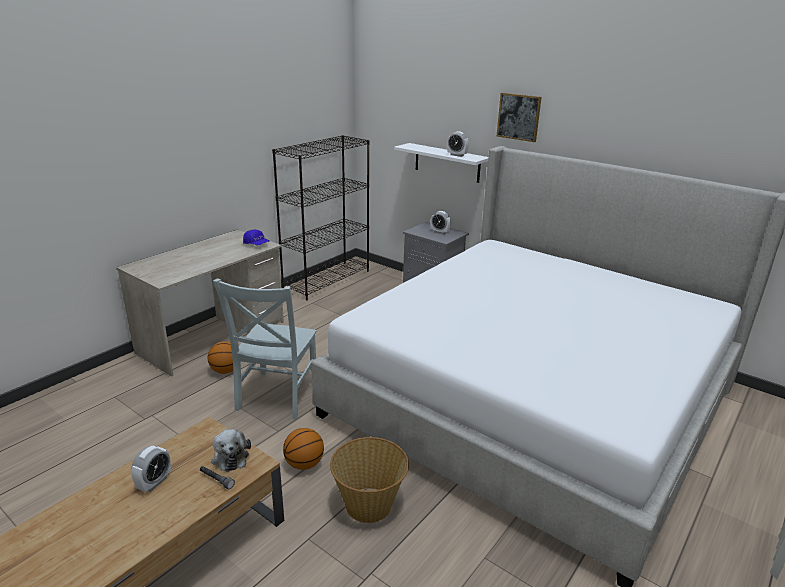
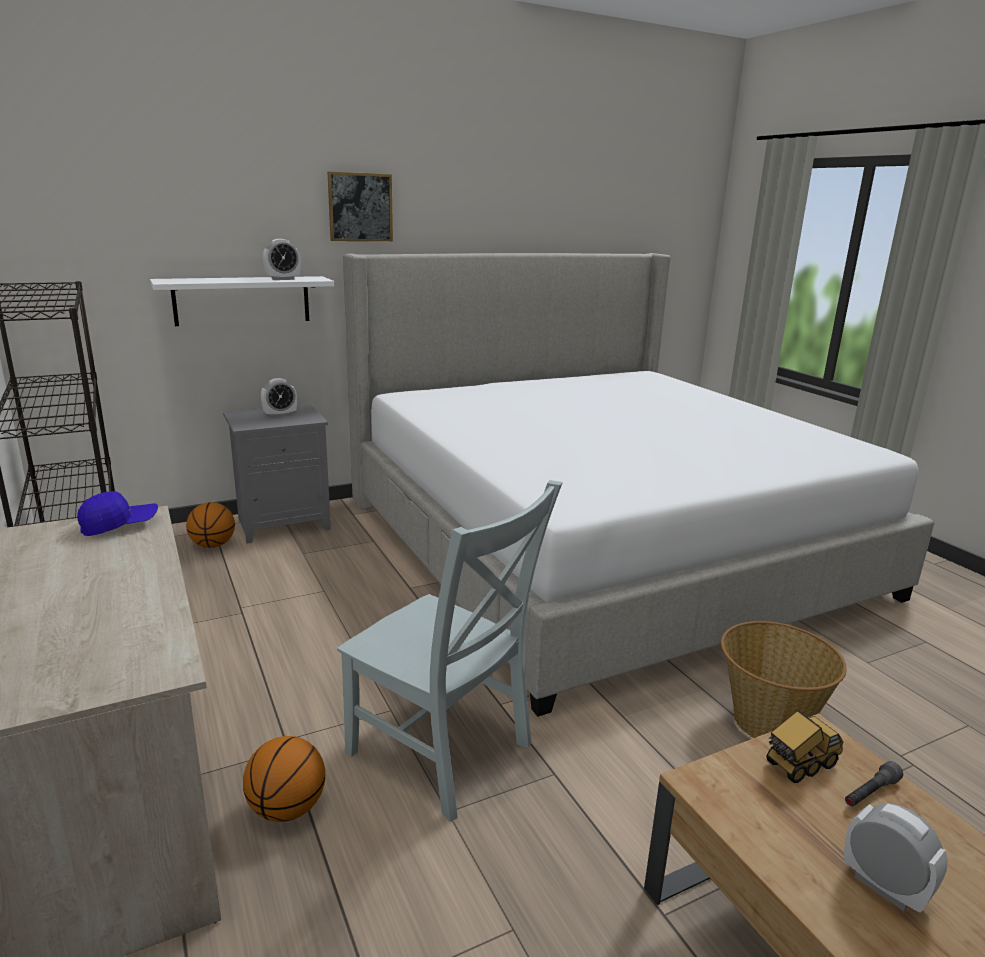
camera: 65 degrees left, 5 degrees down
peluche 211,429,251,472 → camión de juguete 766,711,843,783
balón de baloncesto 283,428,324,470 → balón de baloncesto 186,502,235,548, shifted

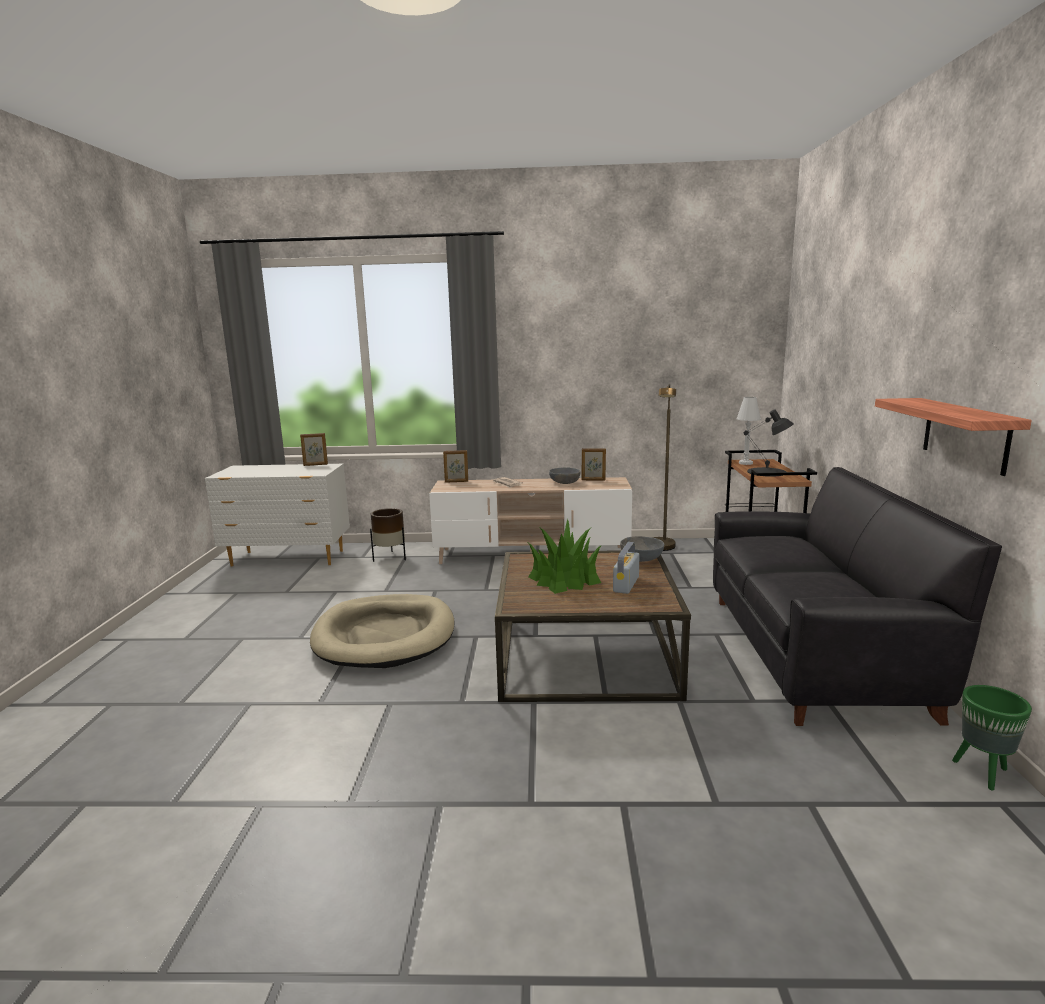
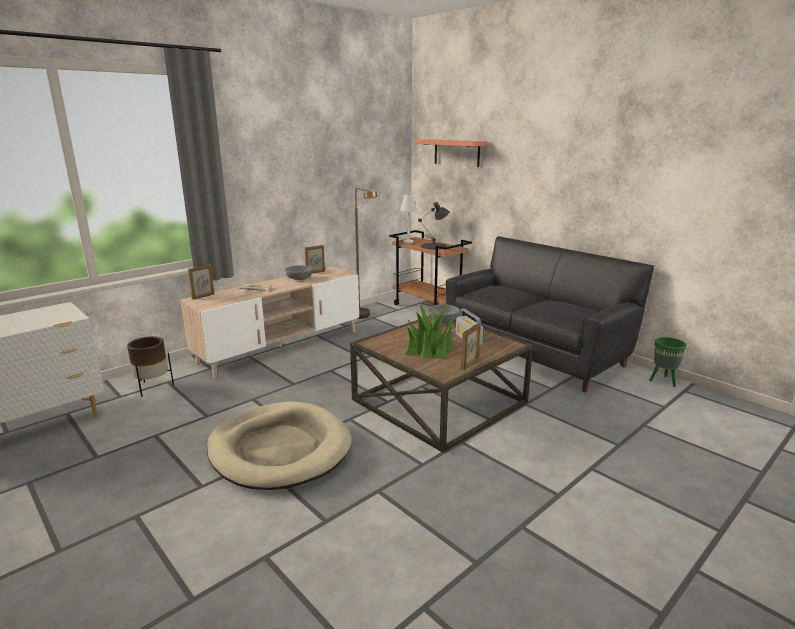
camera: 45 degrees left, 5 degrees up
portarretratos 300,433,328,466 → portarretratos 461,324,480,370, shifted
estante 875,398,1032,476 → estante 414,139,488,167, shifted

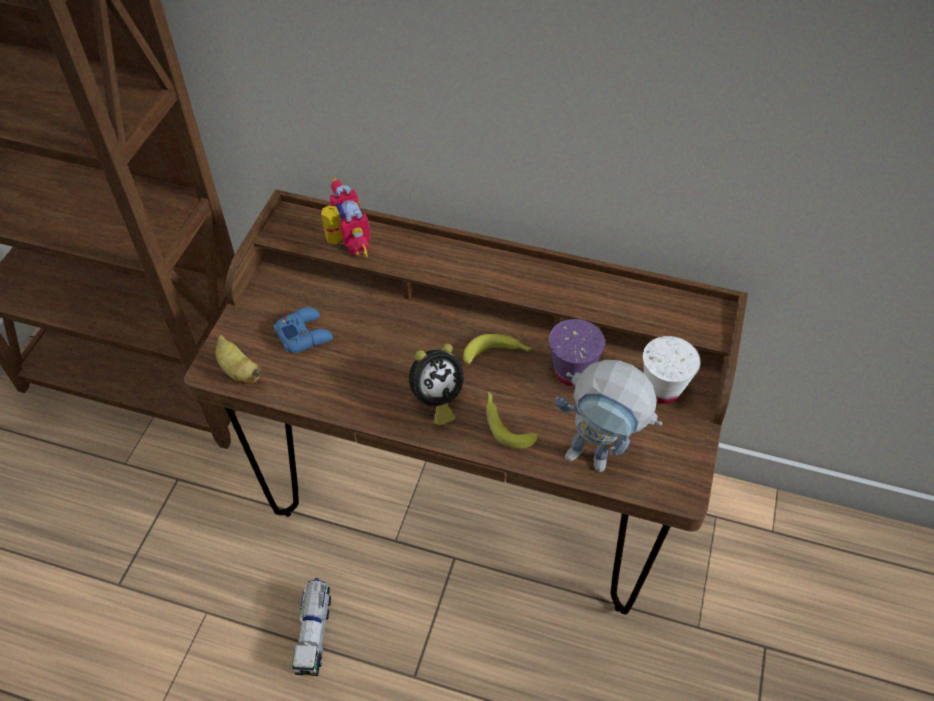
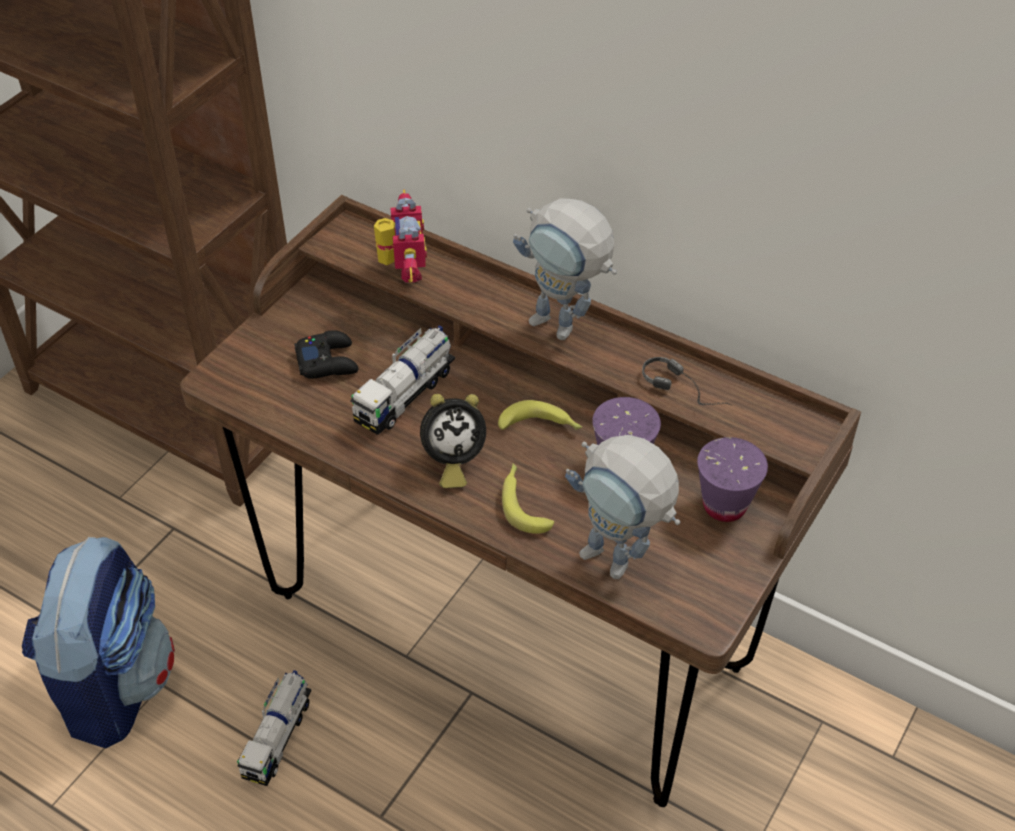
camera: 15 degrees right, 5 degrees down
plátano 215,335,262,384 → -
mando de consola/azul 274,307,333,353 → mando de consola/negro 294,330,358,379
taza/blanco 643,336,701,404 → taza/morado 697,437,768,522
- → mochila 22,537,175,748
- → camión de juguete 351,325,455,435
- → robot de juguete 513,198,617,340
- → auriculares 642,357,731,405

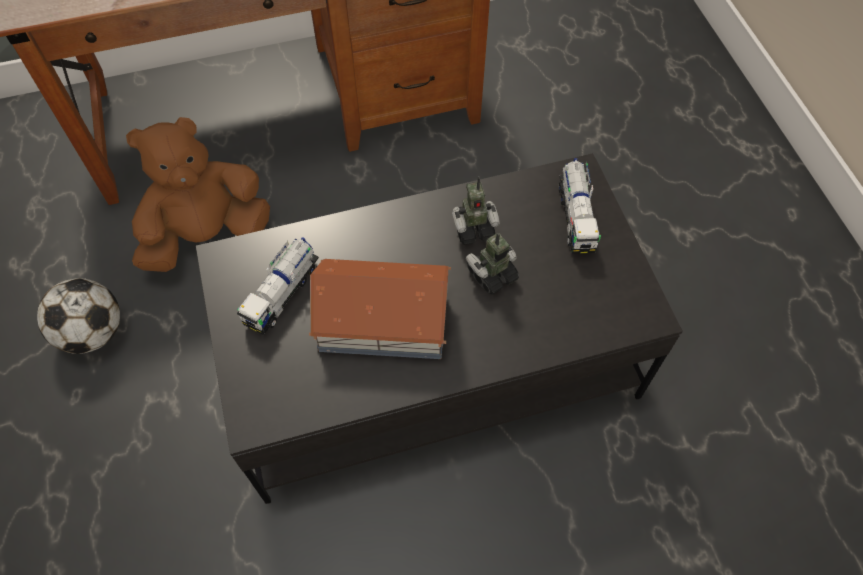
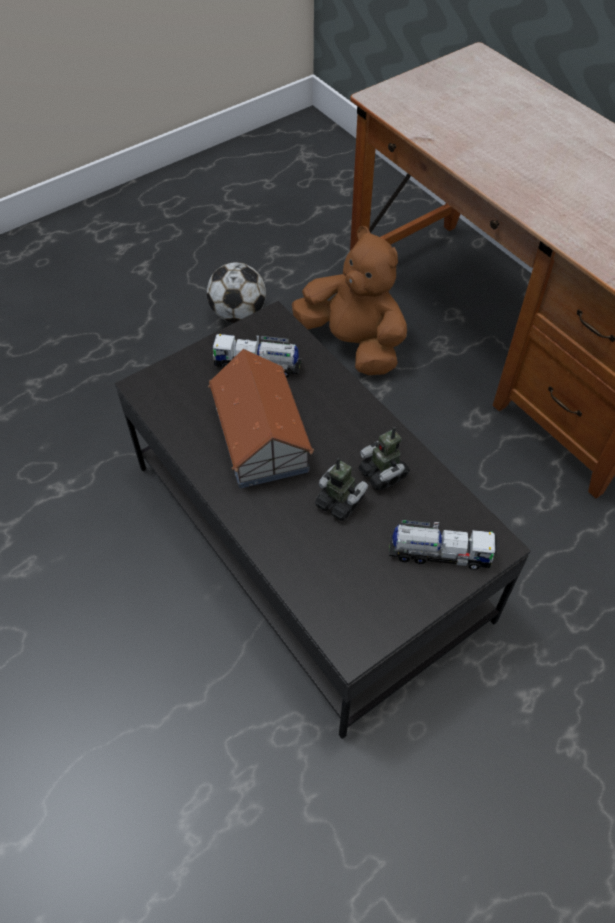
camera: 70 degrees right, 5 degrees down
camión de juguete 559,158,601,254 → camión de juguete 389,520,497,570, 150 degrees counterclockwise

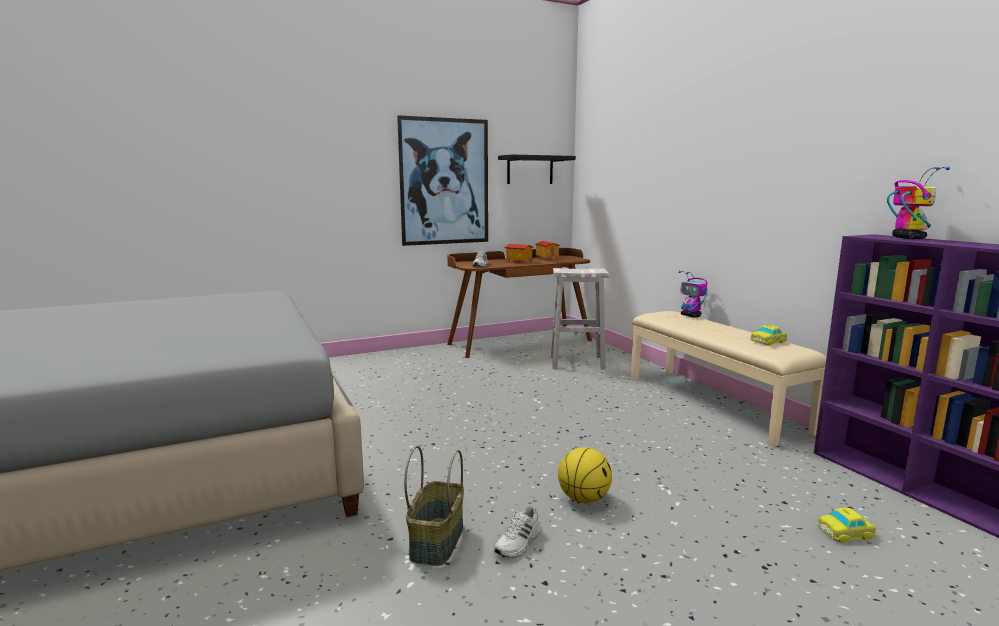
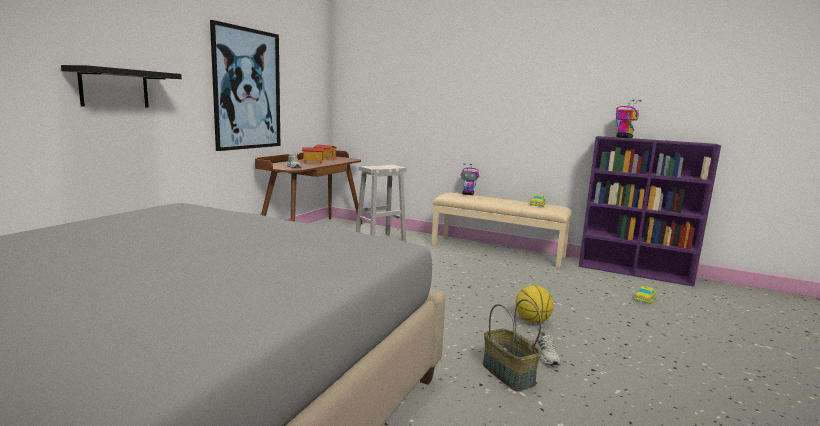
camera: 40 degrees left, 0 degrees up
estante/negro 498,154,576,184 → estante/negro 61,65,182,108, shifted

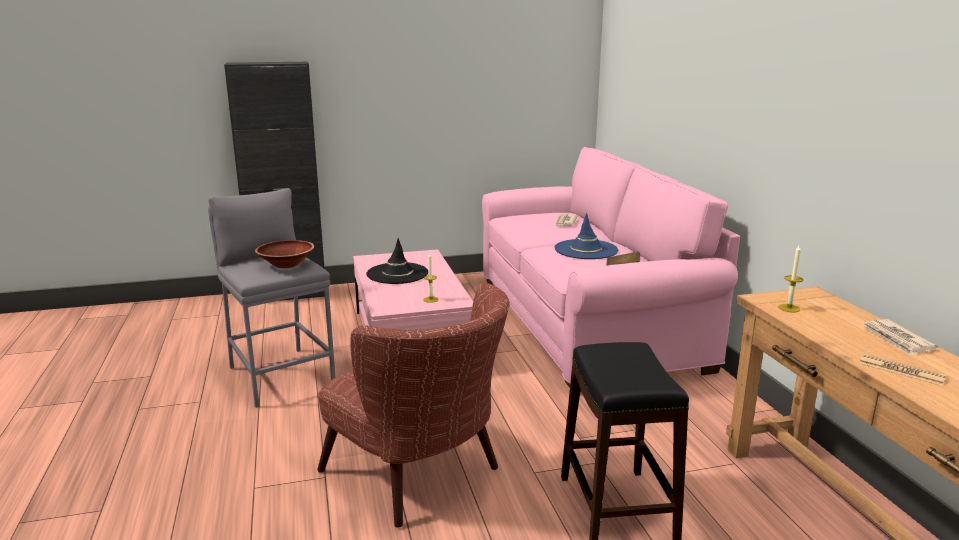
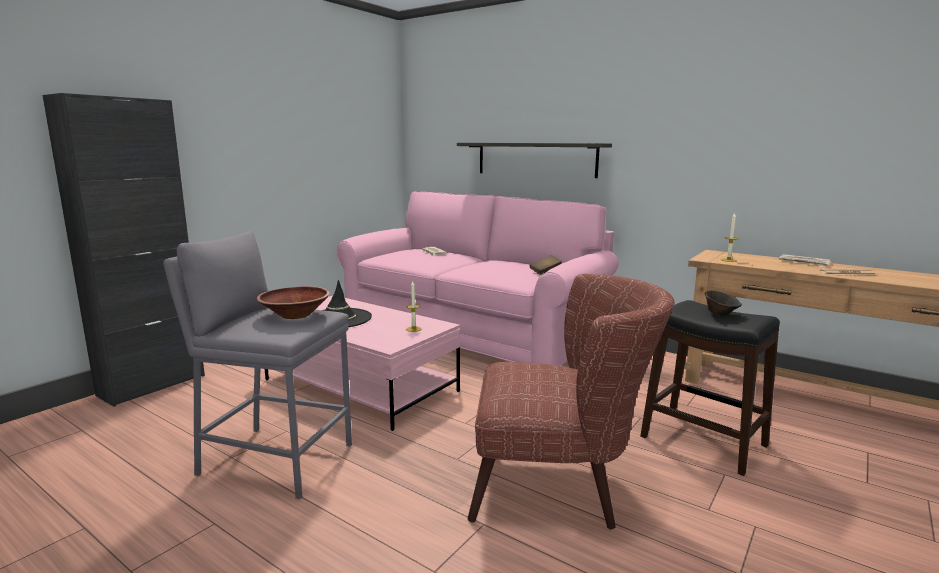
camera: 40 degrees left, 5 degrees down
sombrero/azul 554,213,618,259 → -
- → estante 457,143,612,178
- → cuenco/marrón 705,290,742,316

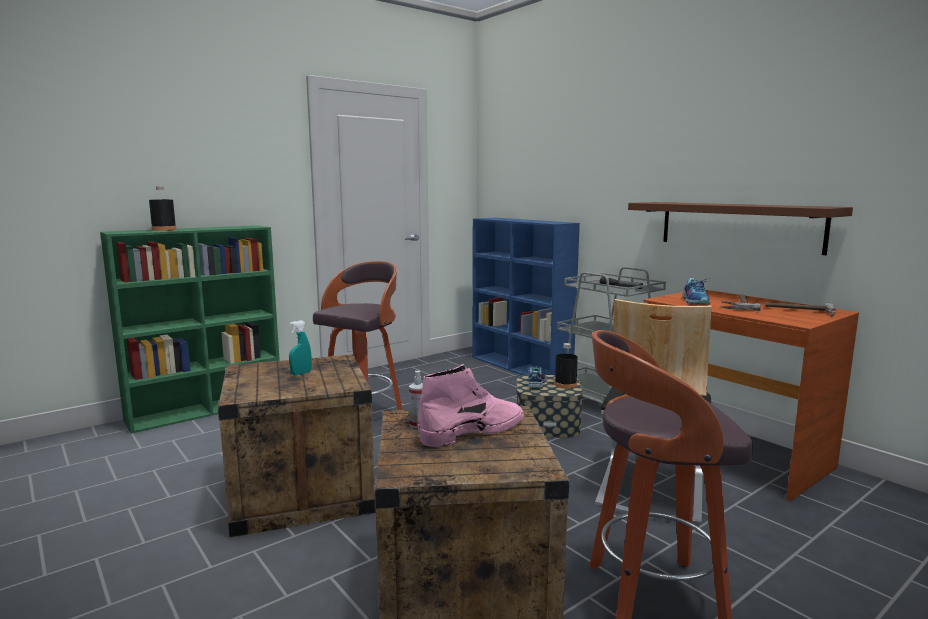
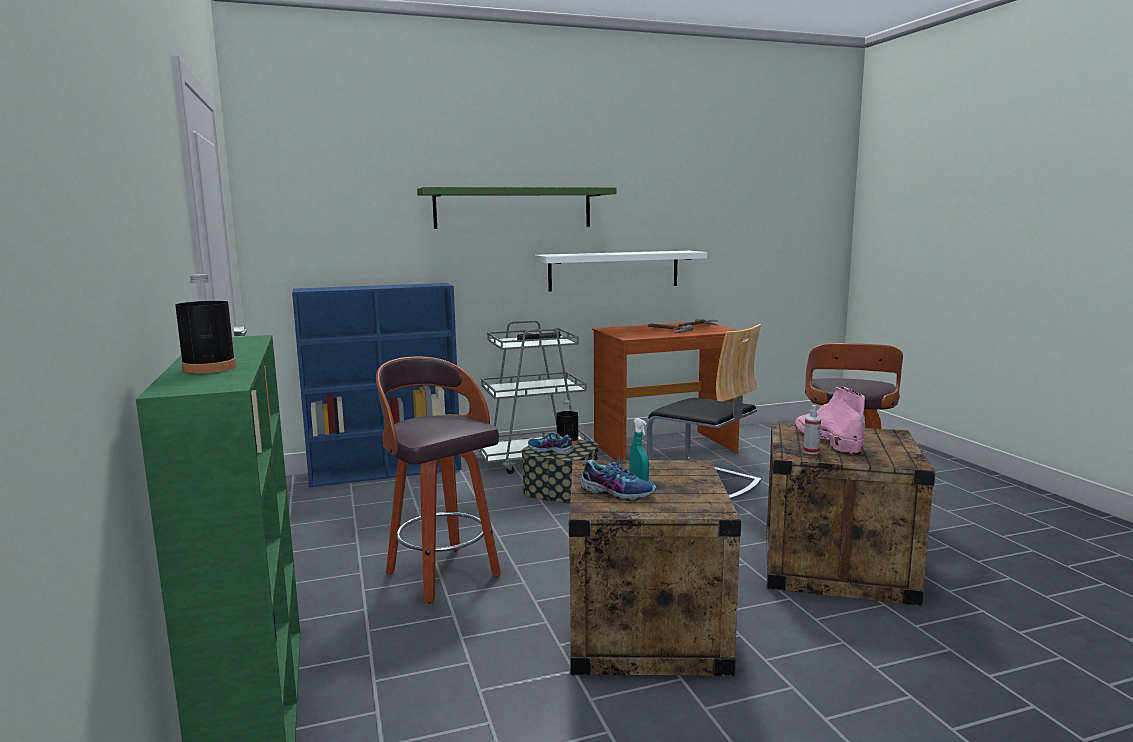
camera: 70 degrees left, 0 degrees up
estante/marrón 628,202,853,255 → estante/blanco 535,251,707,292
zapato 682,278,710,305 → zapato 580,455,656,501, shifted
- → estante/verde 417,187,617,229

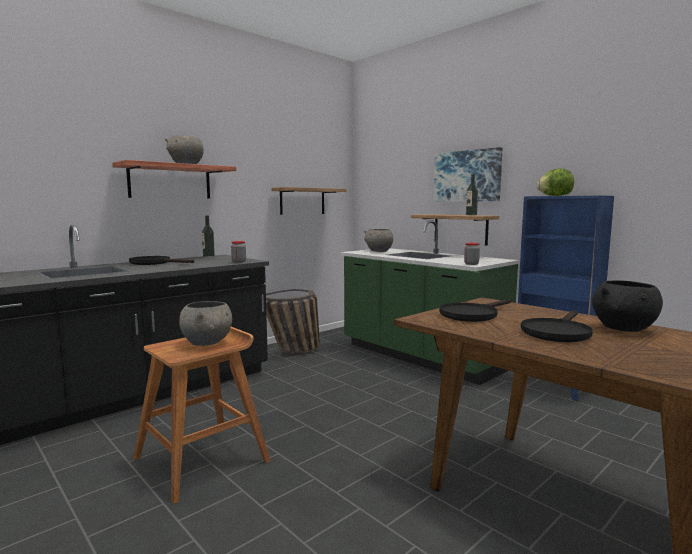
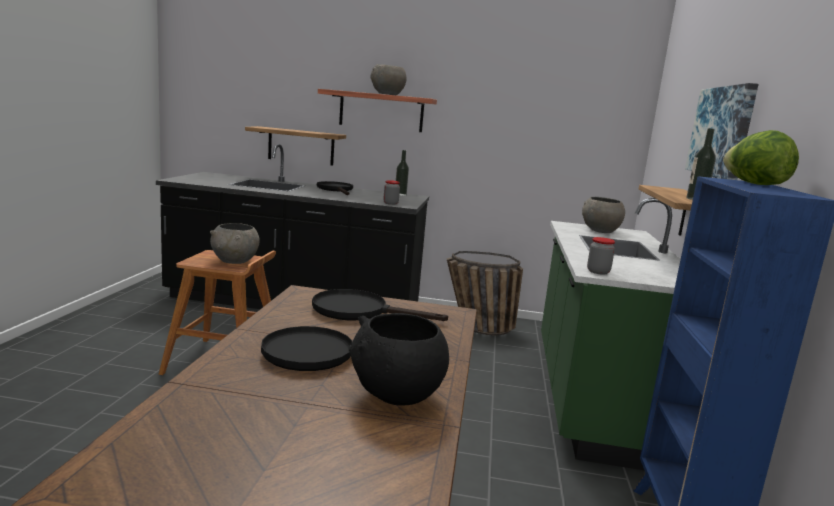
camera: 50 degrees right, 5 degrees up
estante 271,187,347,215 → estante 245,126,346,166, shifted

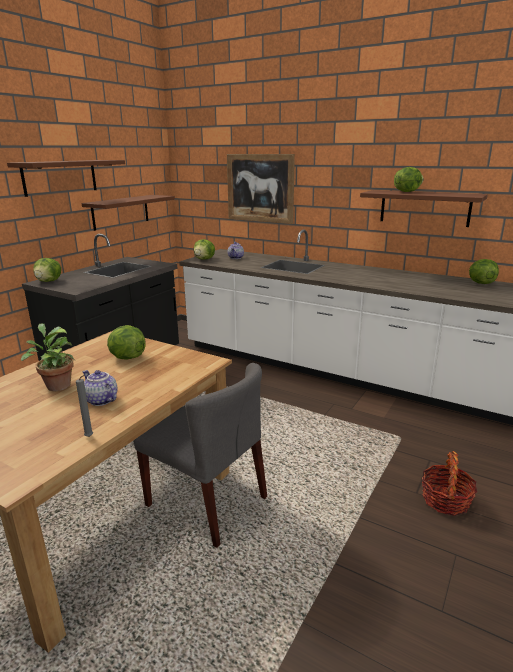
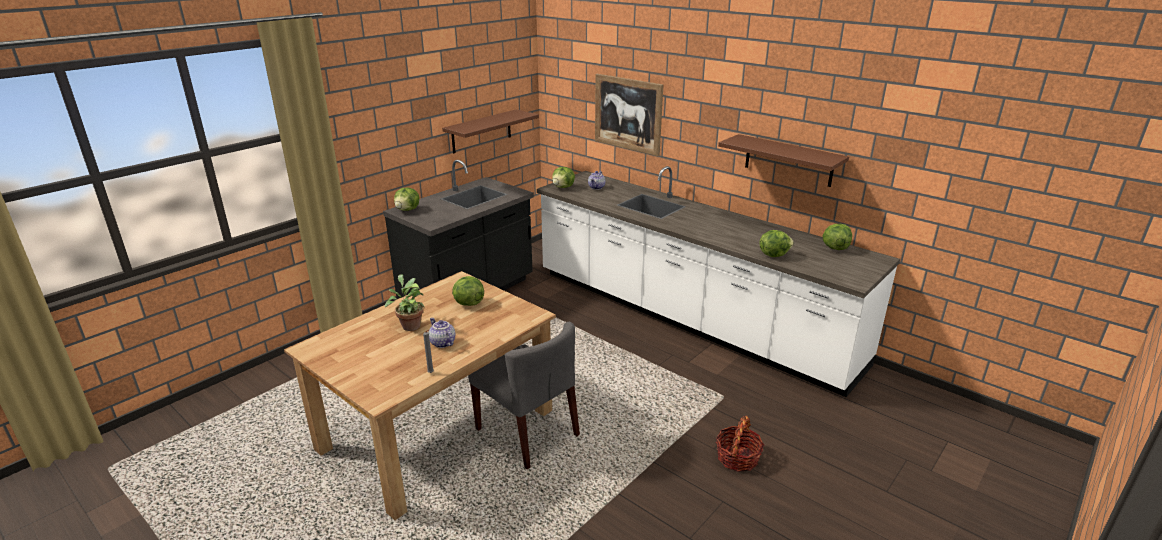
camera: 10 degrees right, 5 degrees up
estante/marrón 7,160,125,197 → -
lechuga 394,167,424,192 → lechuga 759,230,794,257, shifted

